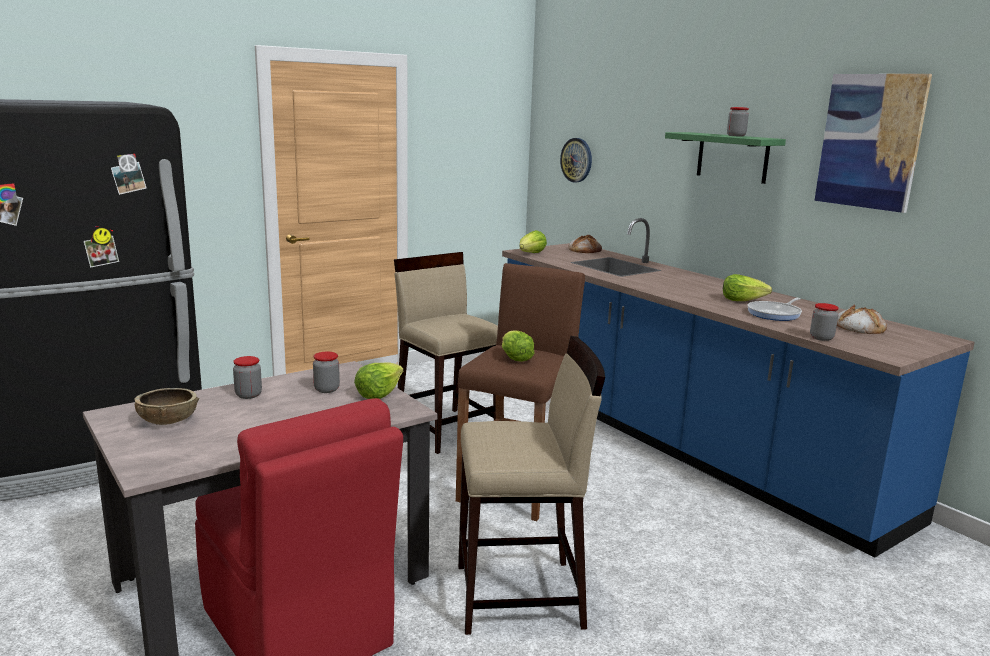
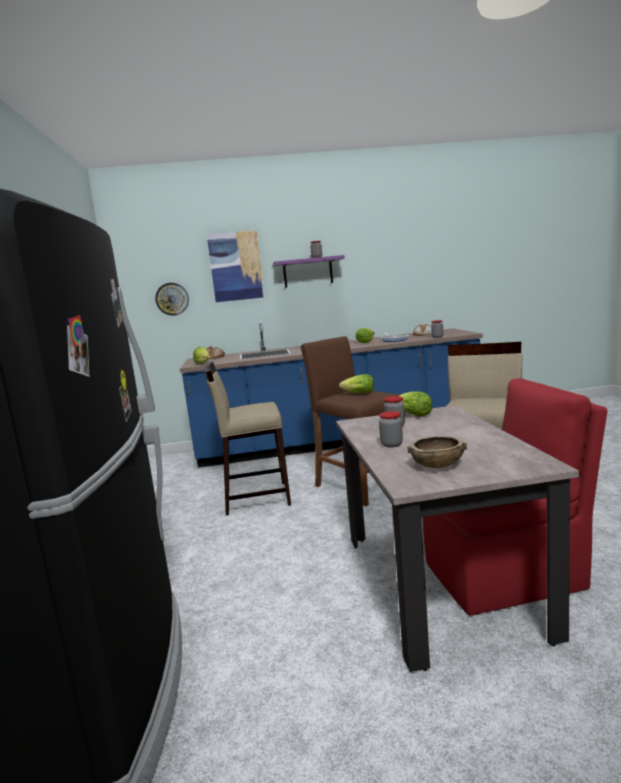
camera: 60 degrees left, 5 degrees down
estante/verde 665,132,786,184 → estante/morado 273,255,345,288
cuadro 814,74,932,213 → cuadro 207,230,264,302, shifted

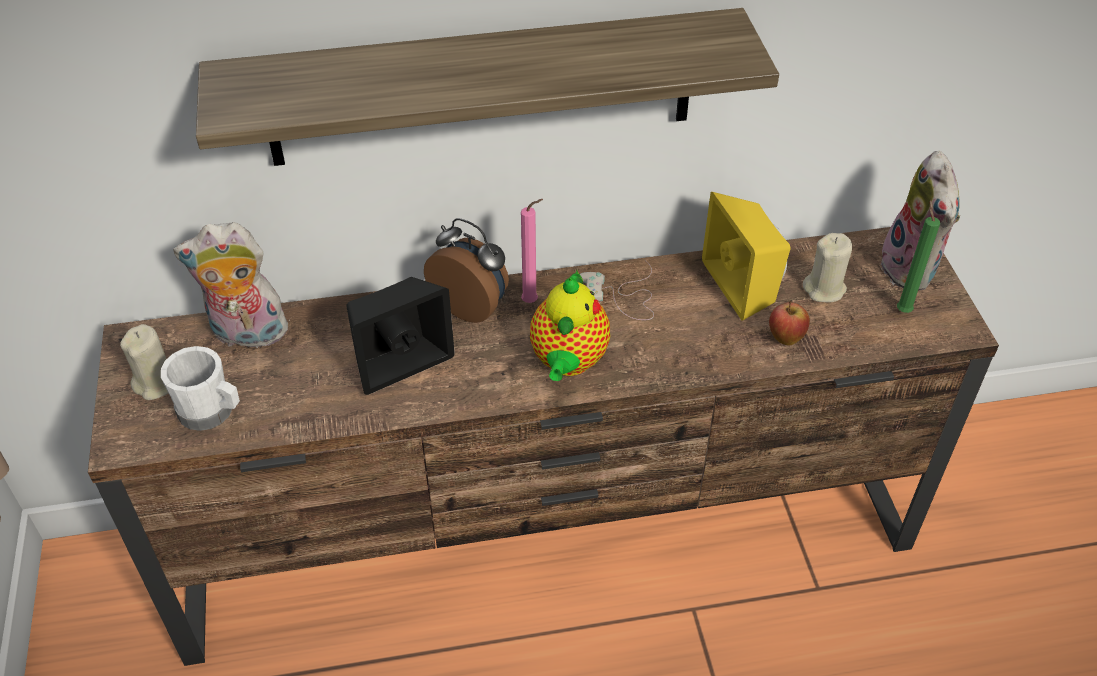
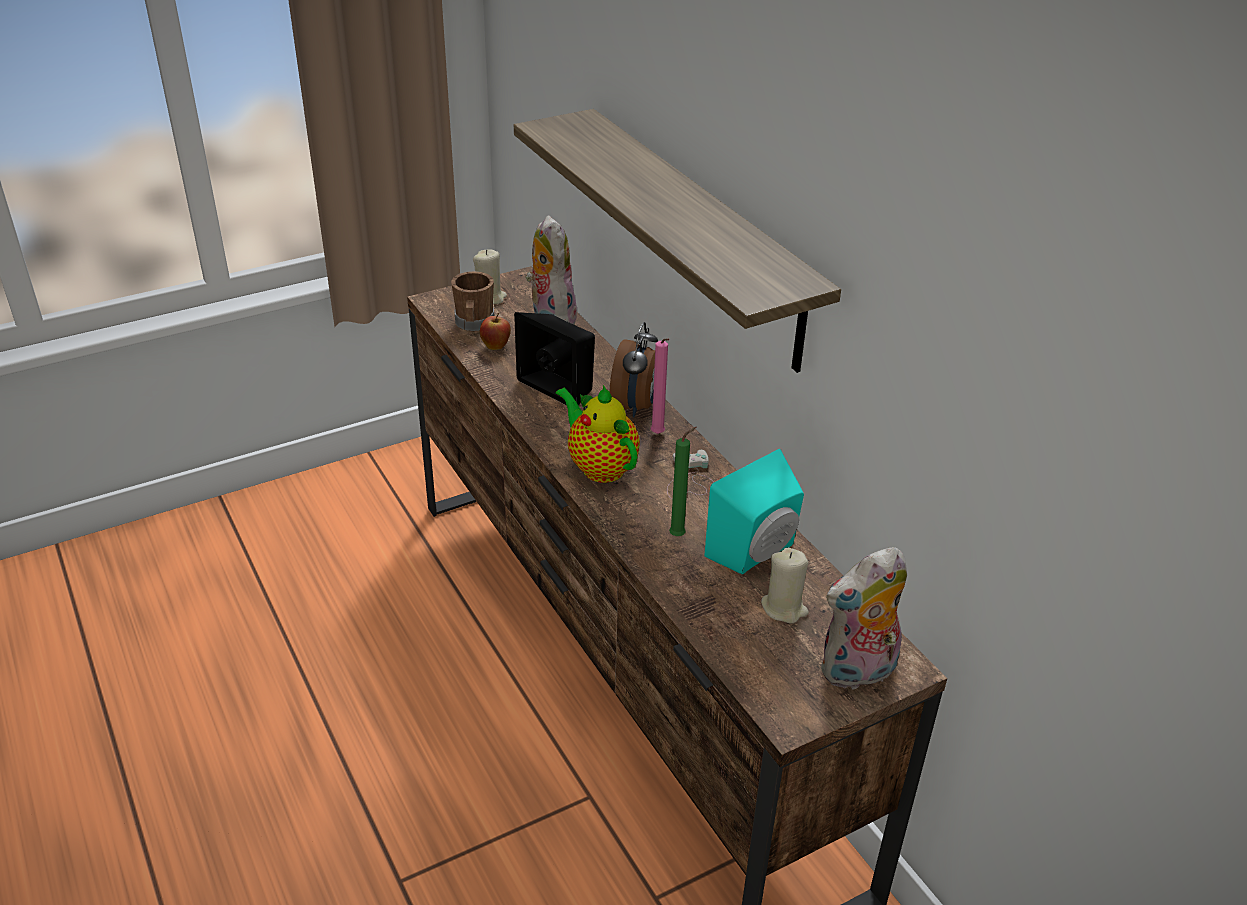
camera: 70 degrees right, 10 degrees down
taza grande/blanco 161,346,240,431 → taza grande/marrón 451,271,494,331
tetera 530,270,610,381 → tetera 556,385,640,483, 60 degrees clockwise
altavoz/amarillo 702,192,791,321 → altavoz/turquesa 704,449,804,574
manzana 769,301,810,346 → manzana 480,313,511,350, shifted
vela/verde 897,200,940,313 → vela/verde 669,427,696,536, shifted

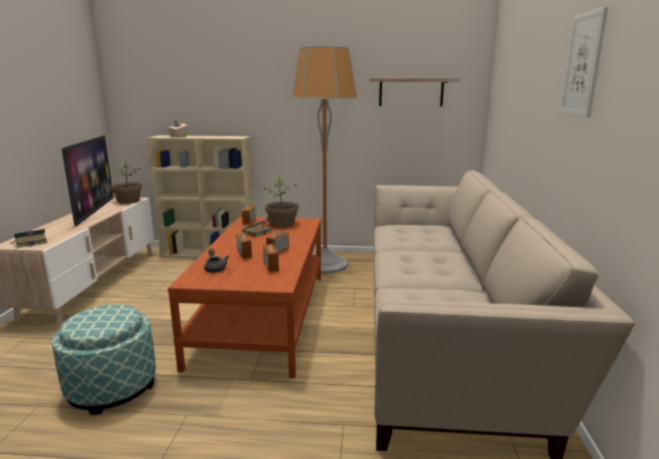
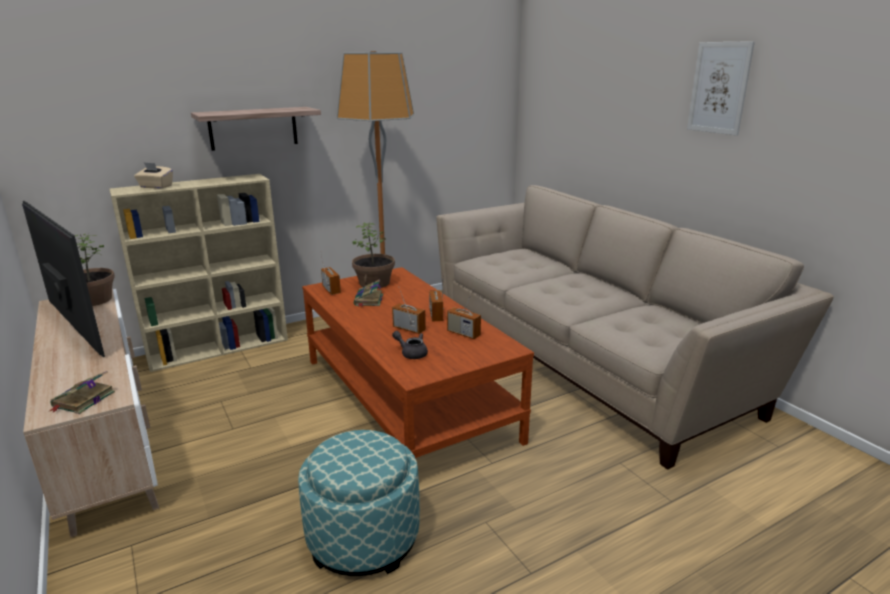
camera: 35 degrees left, 5 degrees up
estante 370,78,460,106 → estante 191,107,321,151, shifted

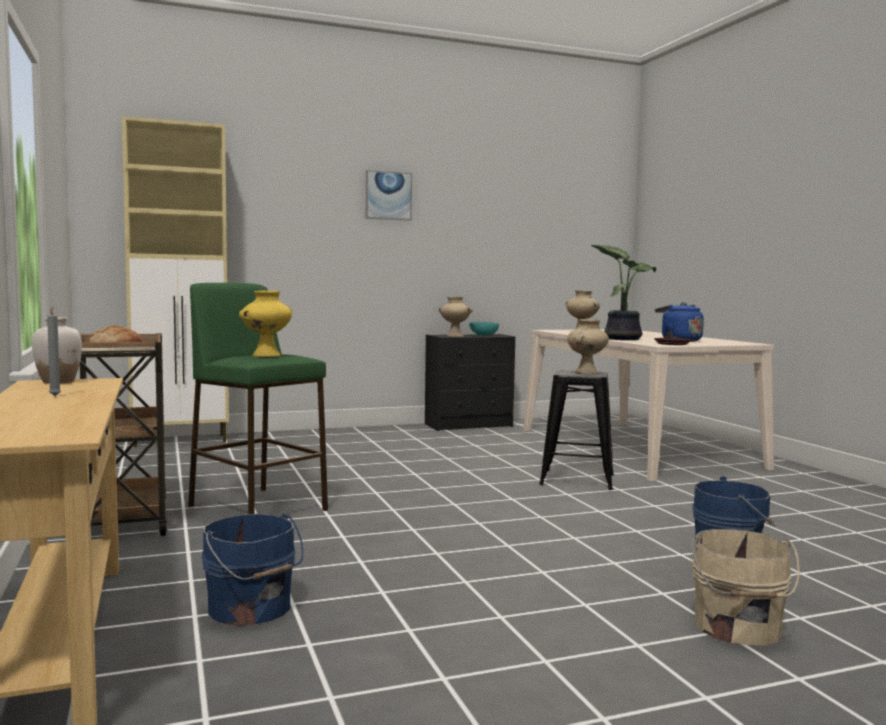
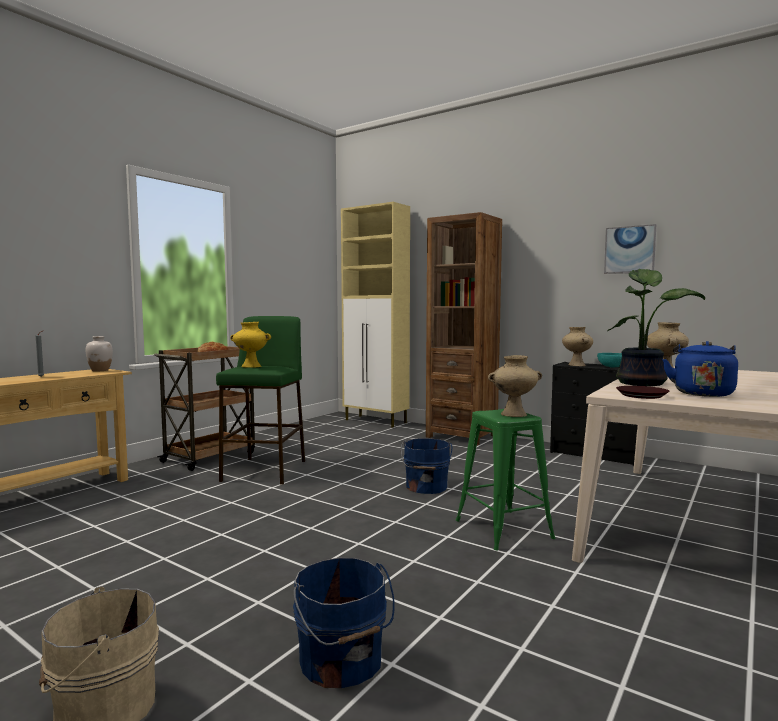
camera: 55 degrees right, 0 degrees up
cubo/azul 202,513,303,626 → cubo/azul 401,438,452,494, shifted
cuadro 366,170,412,221 → cuadro 604,224,656,274, shifted
taburete/negro 539,370,614,490 → taburete/verde 456,409,555,551
- → estantería/marrón 426,212,502,445

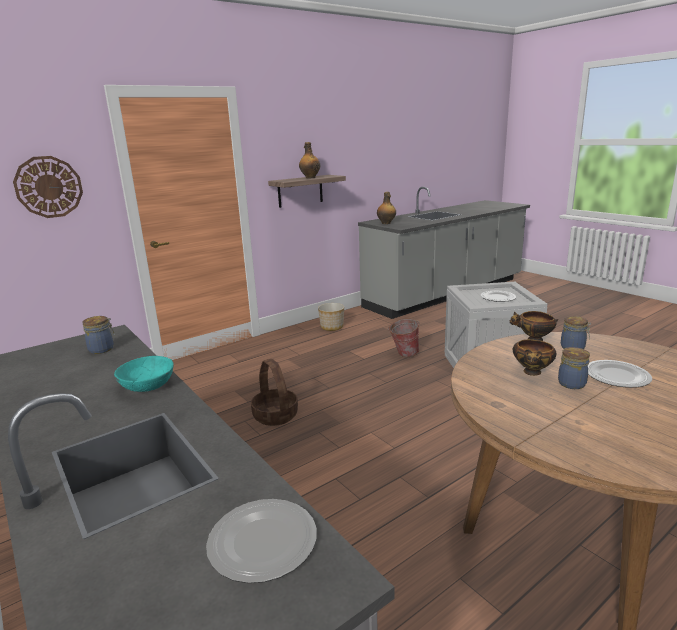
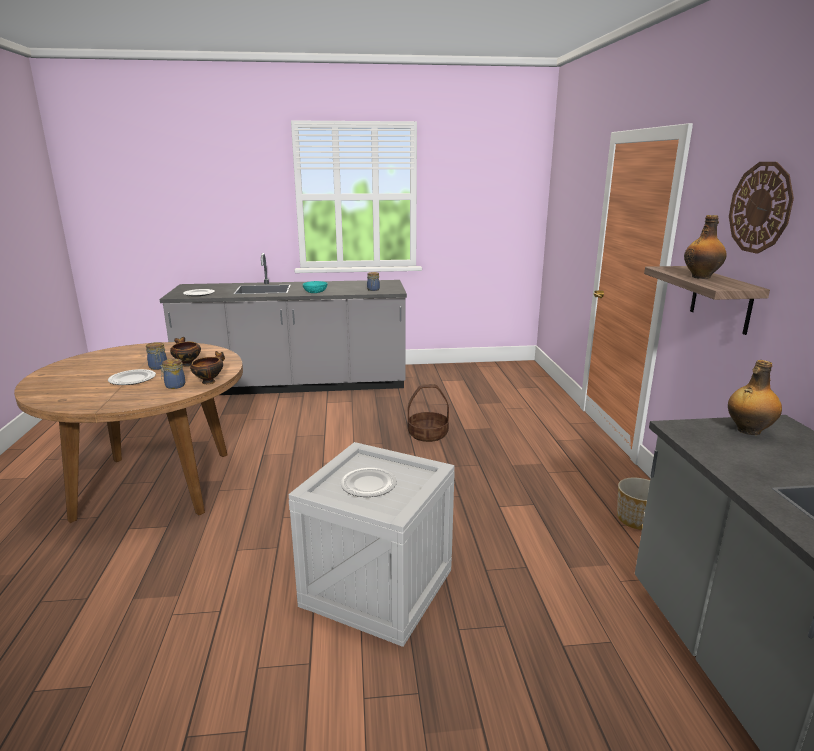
camera: 120 degrees right, 0 degrees up
reloj de pared 13,156,83,218 → reloj de pared 729,162,794,254, shifted
cubo 388,319,420,357 → -

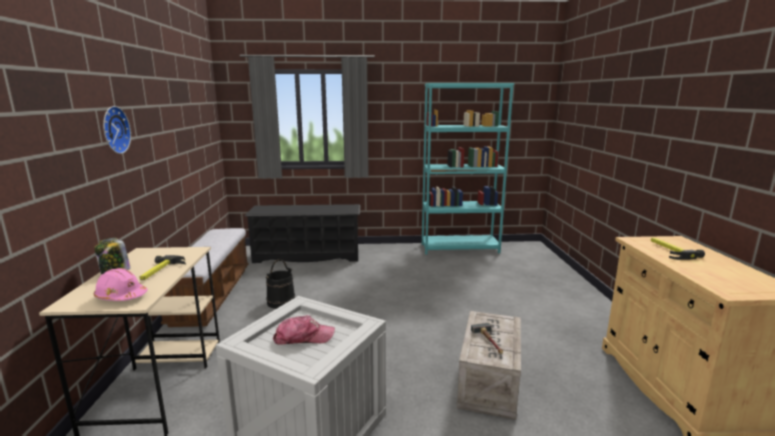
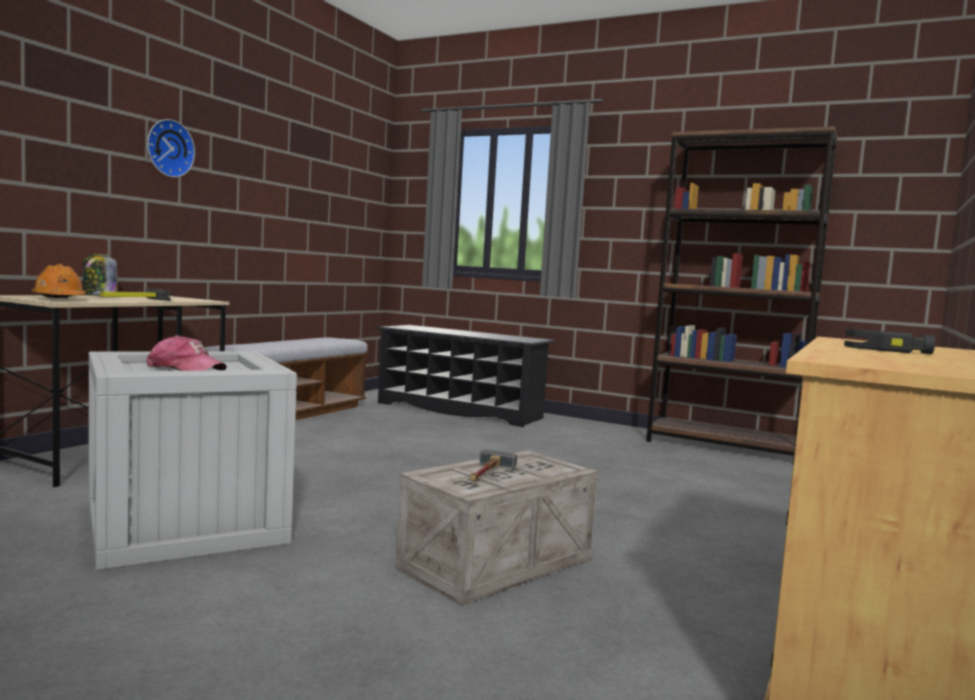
camera: 30 degrees right, 10 degrees down
casco/rosa 94,268,148,301 → casco/naranja 32,264,86,298
cubo/negro 266,259,295,309 → -
estantería/turquesa 422,83,514,255 → estantería/marrón 646,126,838,463

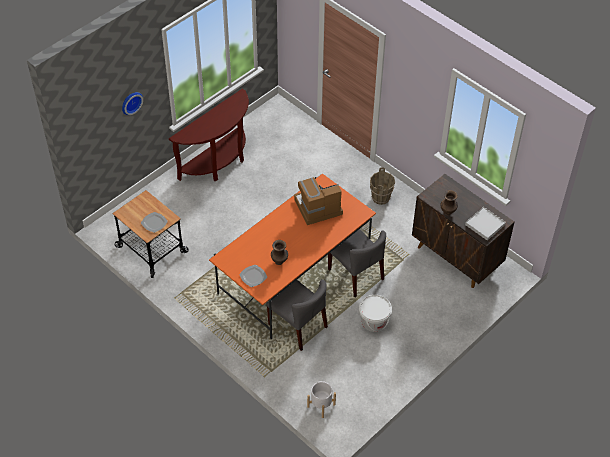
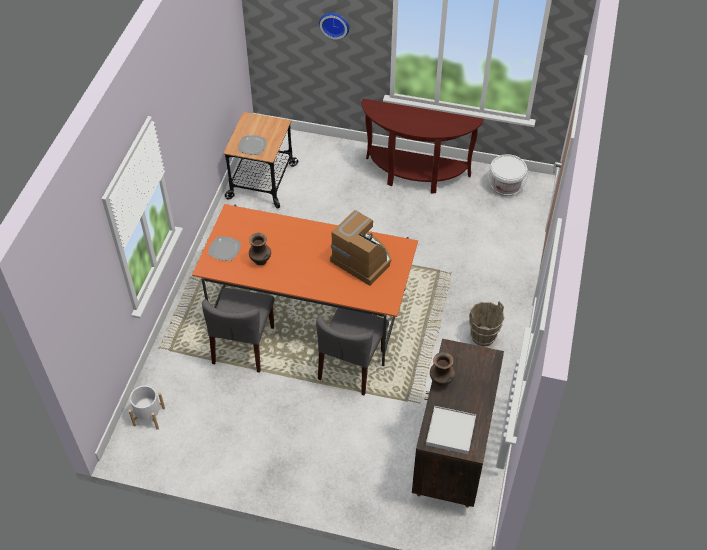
camera: 60 degrees right, 0 degrees up
cubo/blanco 359,295,392,332 → cubo/blanco 488,154,528,196, shifted

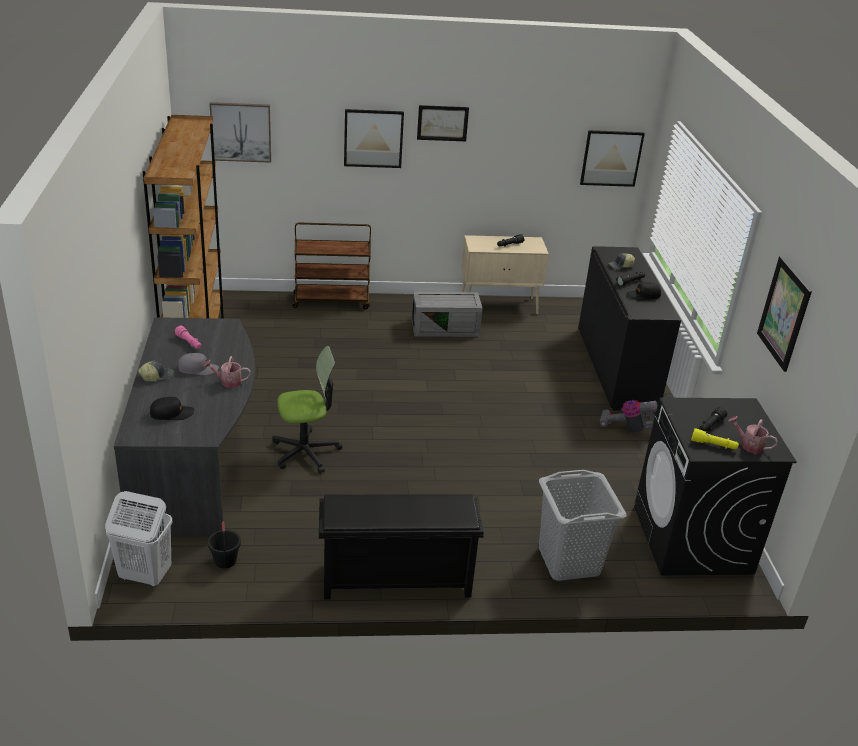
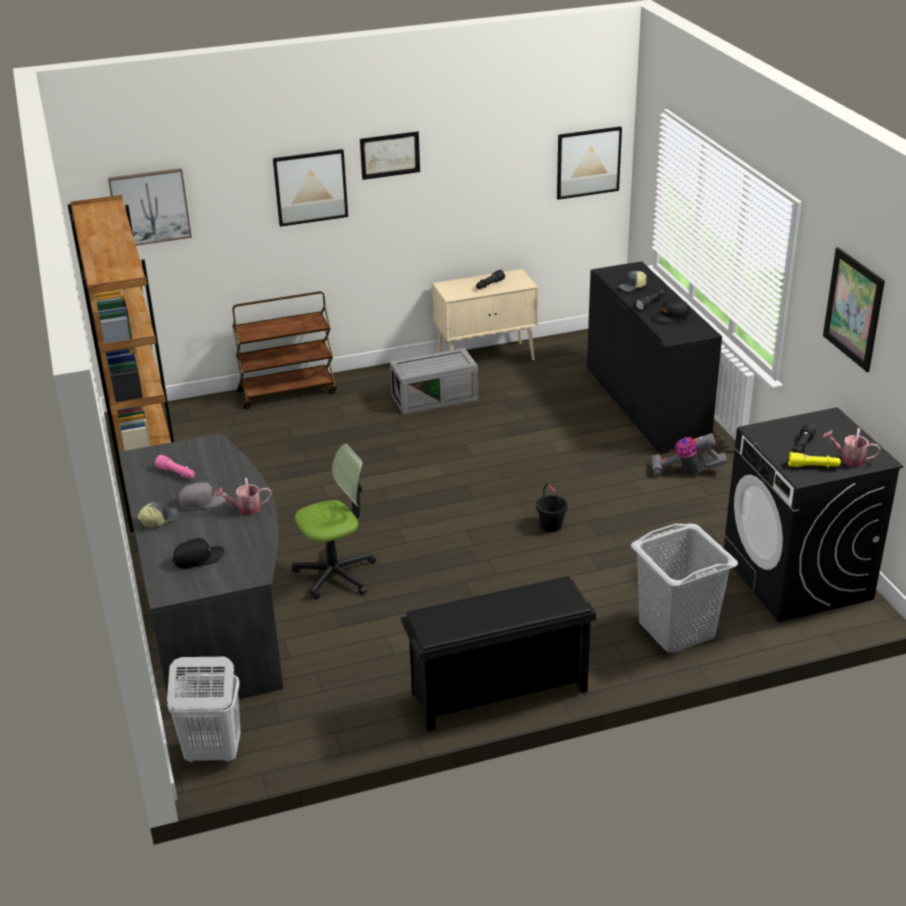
camera: 10 degrees left, 0 degrees up
cubo/negro 208,521,241,568 → cubo/negro 536,485,568,532, shifted

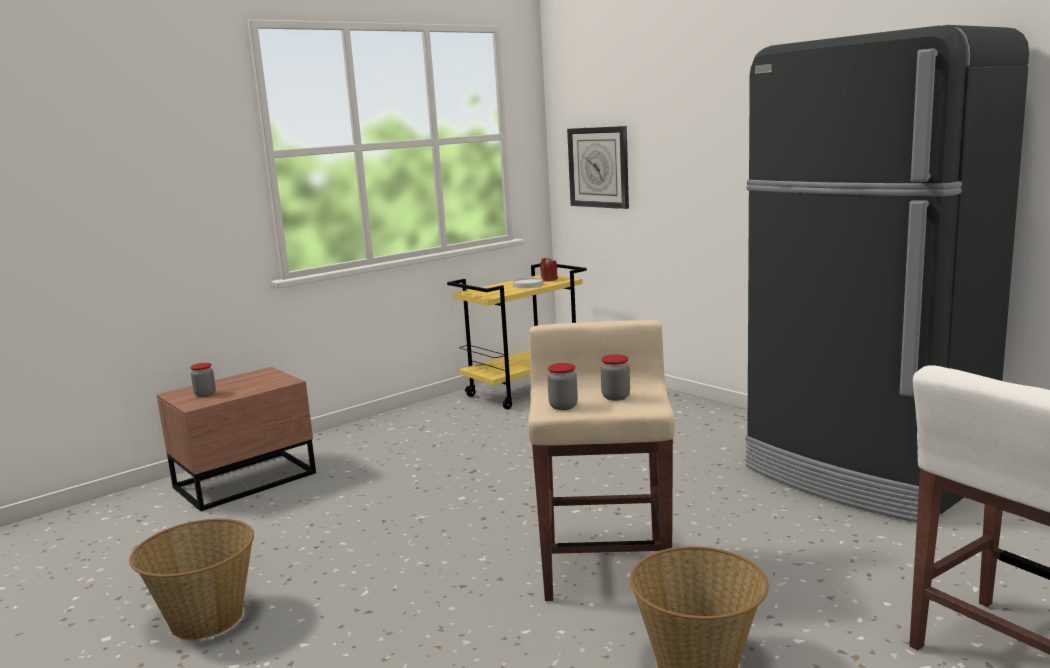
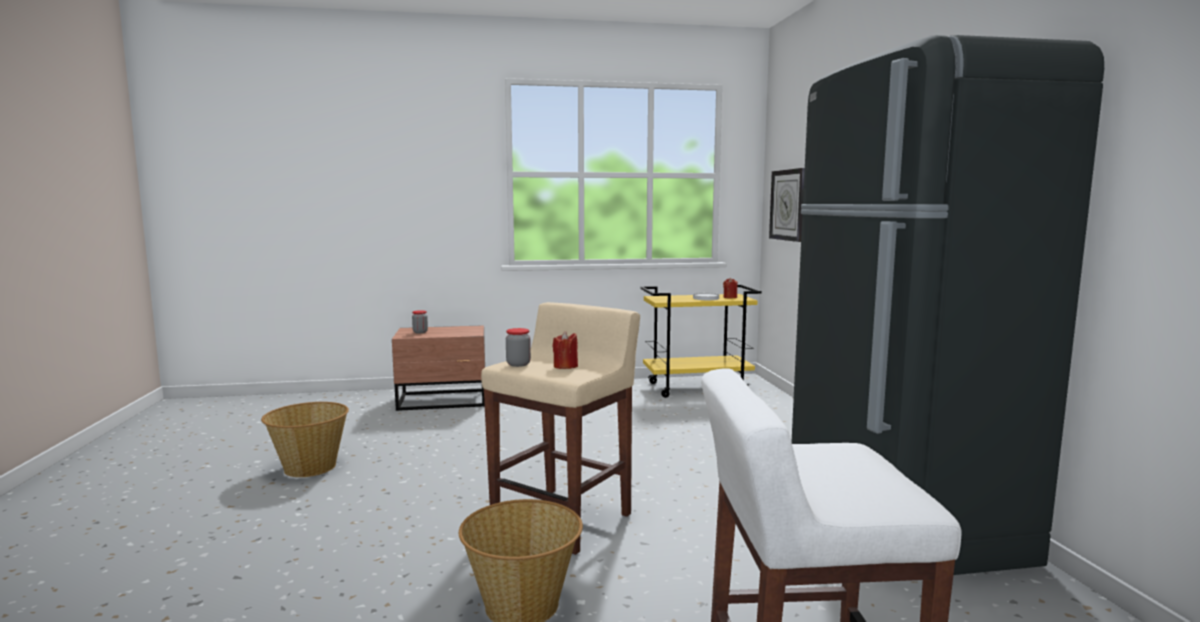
camera: 30 degrees right, 5 degrees down
tarro 601,354,630,401 → vela/rojo 552,331,578,369

